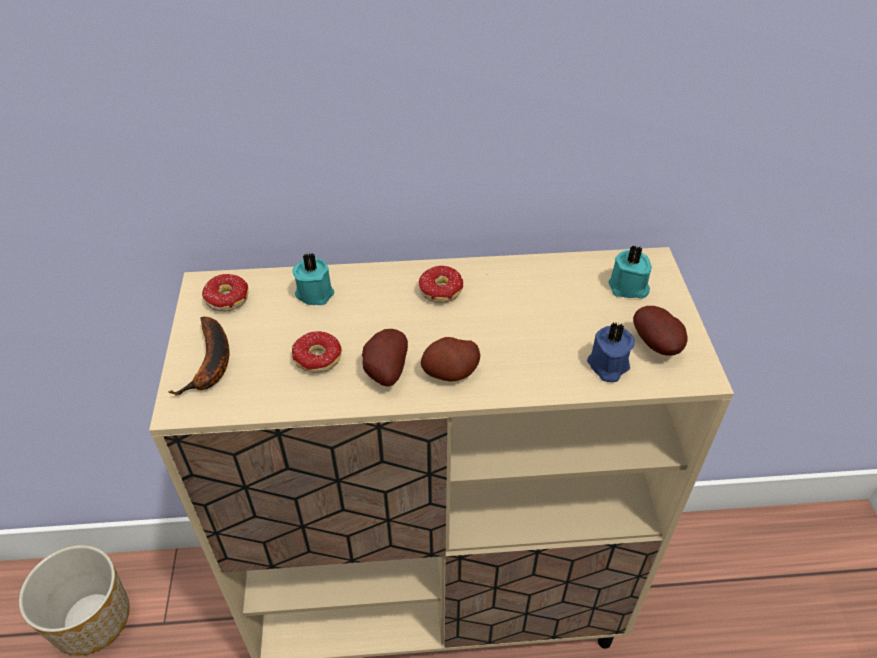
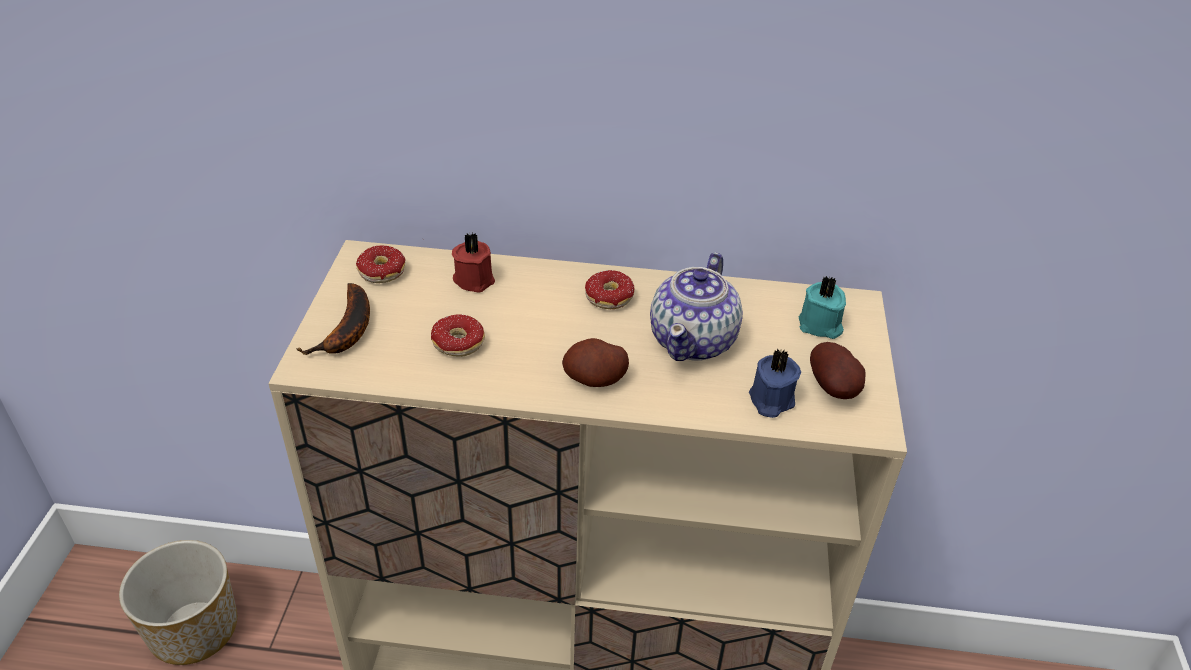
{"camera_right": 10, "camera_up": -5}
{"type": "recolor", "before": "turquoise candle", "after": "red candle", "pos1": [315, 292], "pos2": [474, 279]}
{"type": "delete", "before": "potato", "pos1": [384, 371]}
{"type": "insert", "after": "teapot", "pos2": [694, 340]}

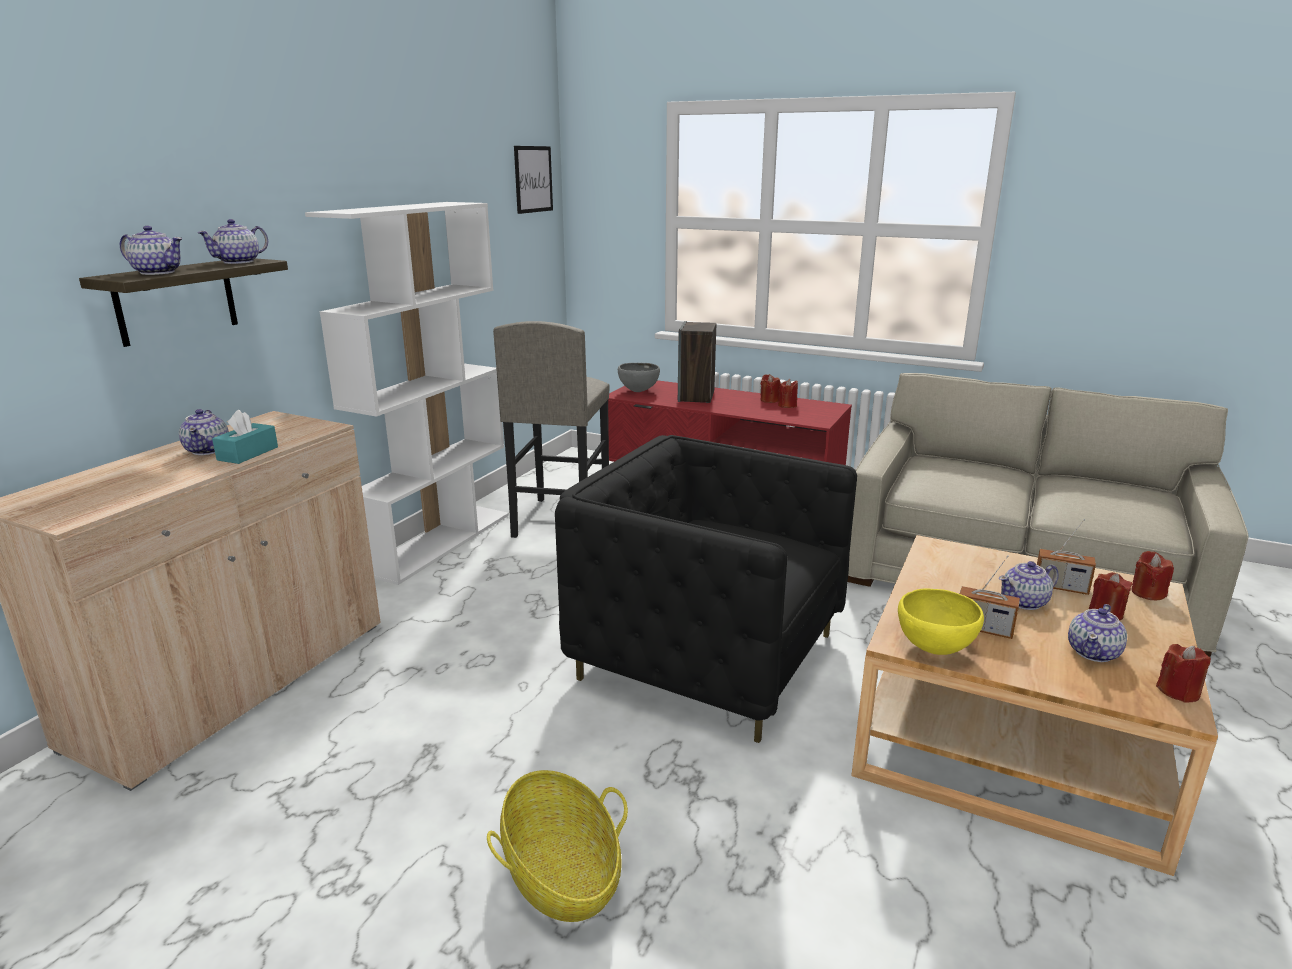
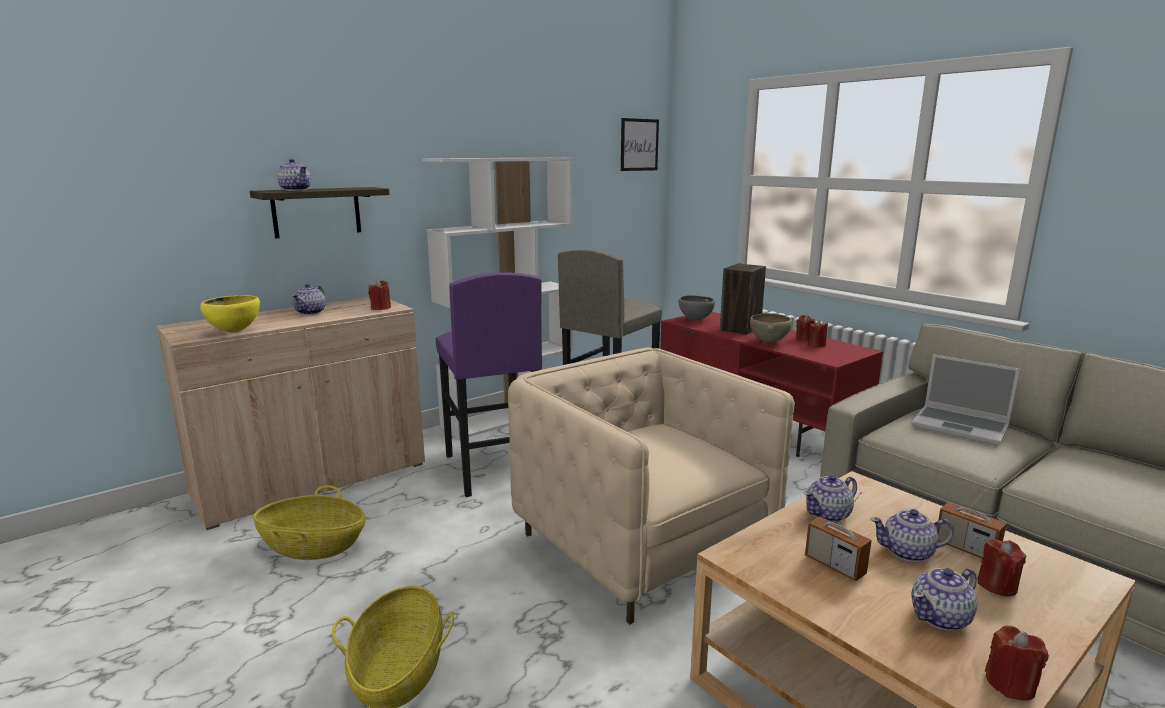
{"camera_right": 25, "camera_up": -5}
{"type": "move", "before": "teapot", "pos1": [239, 262], "pos2": [828, 514]}
{"type": "delete", "before": "turquoise tissue box", "pos1": [248, 453]}
{"type": "recolor", "before": "black armchair", "after": "beige armchair", "pos1": [708, 656], "pos2": [643, 544]}
{"type": "move", "before": "red candle", "pos1": [1147, 593], "pos2": [381, 308]}
{"type": "move", "before": "yellow bowl", "pos1": [935, 649], "pos2": [235, 331]}
{"type": "insert", "after": "purple stool", "pos2": [491, 469]}
{"type": "insert", "after": "brown bowl", "pos2": [769, 342]}
{"type": "insert", "after": "laptop", "pos2": [961, 427]}
{"type": "insert", "after": "basket", "pos2": [313, 546]}

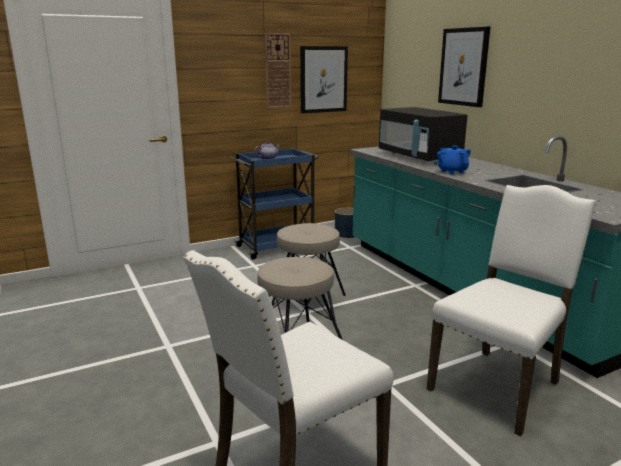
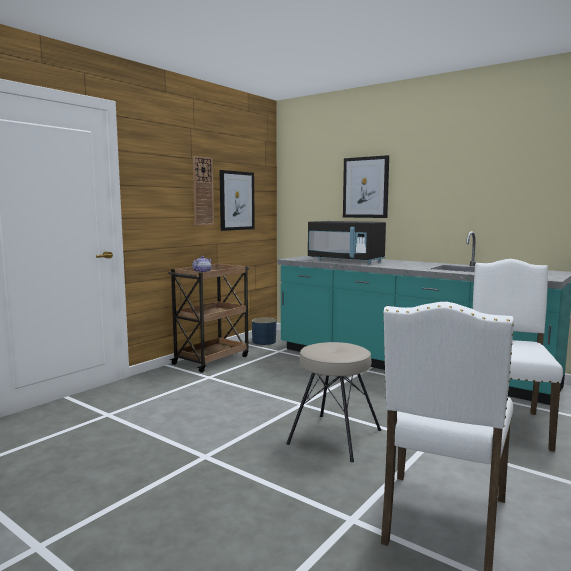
{"camera_right": -25, "camera_up": -10}
{"type": "delete", "before": "blue teapot", "pos1": [452, 171]}
{"type": "recolor", "before": "blue cart", "after": "brown cart", "pos1": [276, 247], "pos2": [212, 360]}
{"type": "delete", "before": "beige stool", "pos1": [308, 304]}

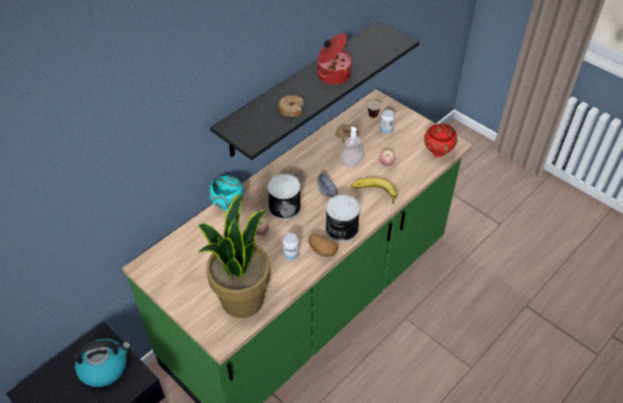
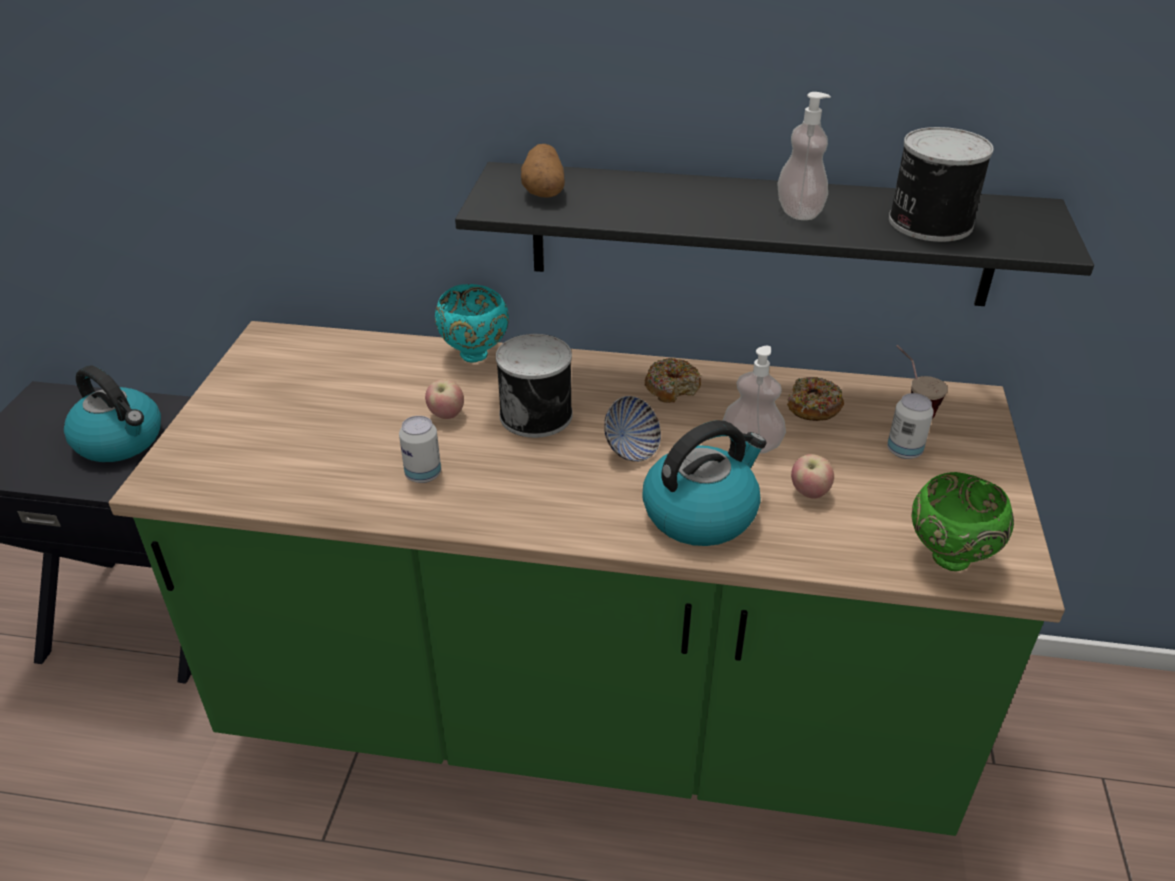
{"camera_right": 55, "camera_up": -10}
{"type": "replace", "before": "cooking pot", "after": "soap dispenser", "pos1": [333, 75], "pos2": [799, 212]}
{"type": "move", "before": "donut", "pos1": [291, 109], "pos2": [672, 388]}
{"type": "recolor", "before": "red bowl", "after": "green bowl", "pos1": [437, 153], "pos2": [947, 558]}
{"type": "replace", "before": "banana", "after": "kettle", "pos1": [374, 194], "pos2": [701, 513]}
{"type": "delete", "before": "potted plant", "pos1": [242, 299]}
{"type": "move", "before": "can", "pos1": [341, 229], "pos2": [927, 222]}
{"type": "move", "before": "potato", "pos1": [322, 250], "pos2": [544, 190]}

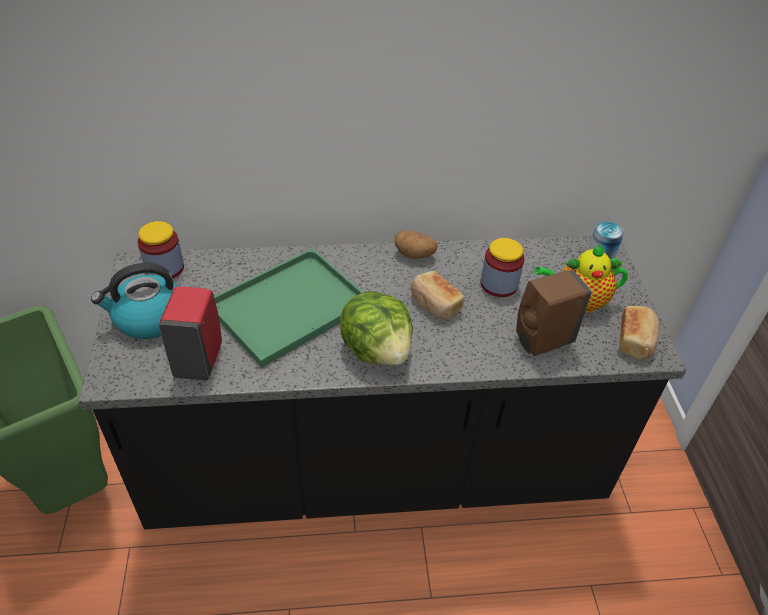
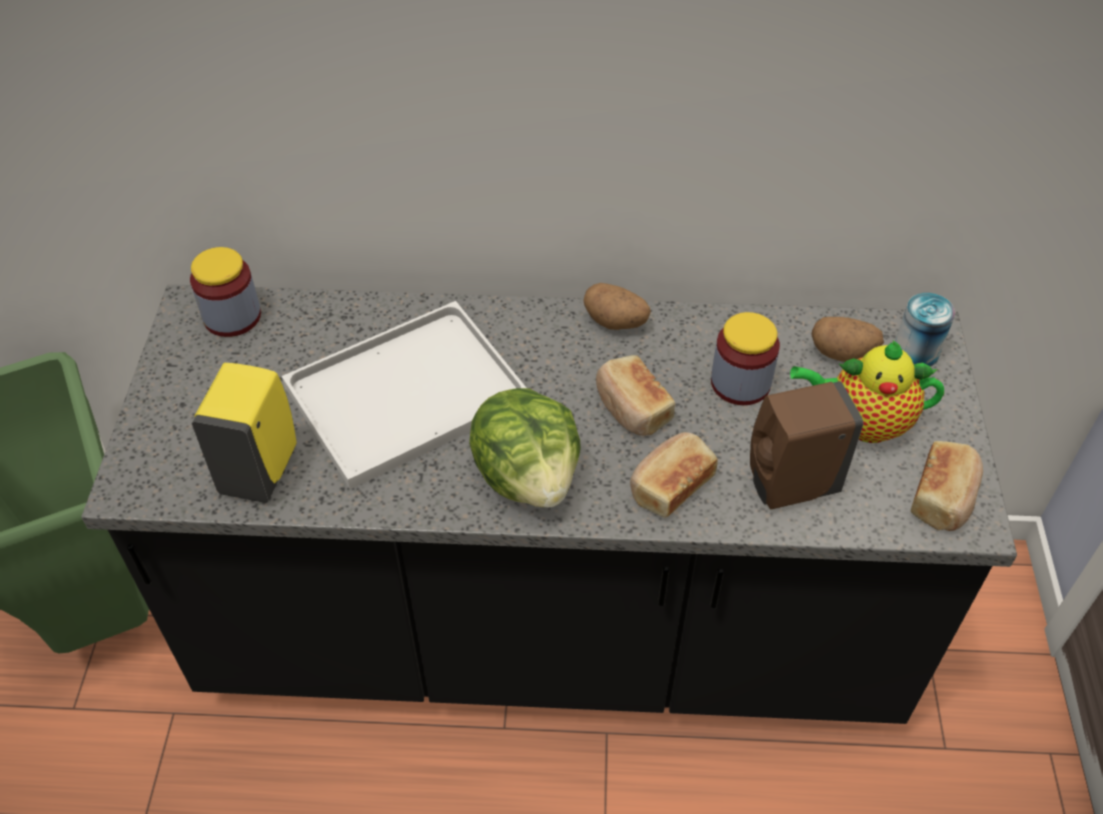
{"camera_right": 10, "camera_up": 5}
{"type": "recolor", "before": "green tray", "after": "white tray", "pos1": [287, 309], "pos2": [404, 397]}
{"type": "delete", "before": "kettle", "pos1": [149, 318]}
{"type": "recolor", "before": "red soap dispenser", "after": "yellow soap dispenser", "pos1": [199, 359], "pos2": [261, 468]}
{"type": "insert", "after": "potato", "pos2": [842, 353]}
{"type": "insert", "after": "bread", "pos2": [670, 485]}

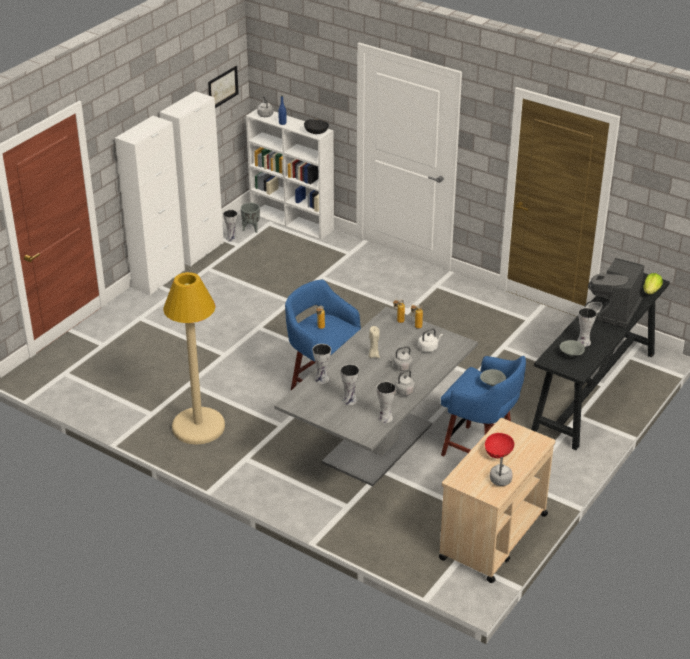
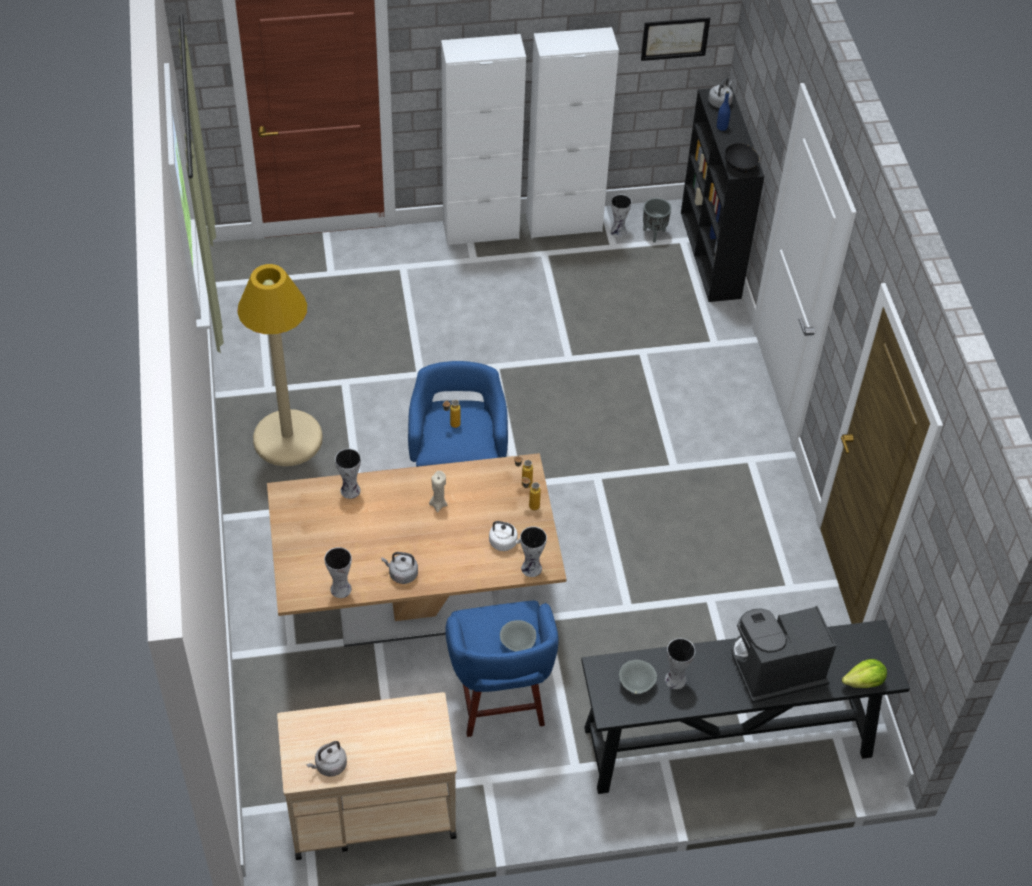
{"camera_right": 45, "camera_up": 15}
{"type": "recolor", "before": "white bookcase", "after": "black bookcase", "pos1": [292, 222], "pos2": [711, 256]}
{"type": "recolor", "before": "grey dining table", "after": "brown dining table", "pos1": [377, 443], "pos2": [416, 602]}
{"type": "delete", "before": "grey kettle", "pos1": [401, 367]}
{"type": "move", "before": "vase", "pos1": [350, 400], "pos2": [532, 568]}
{"type": "delete", "before": "red bowl", "pos1": [498, 453]}

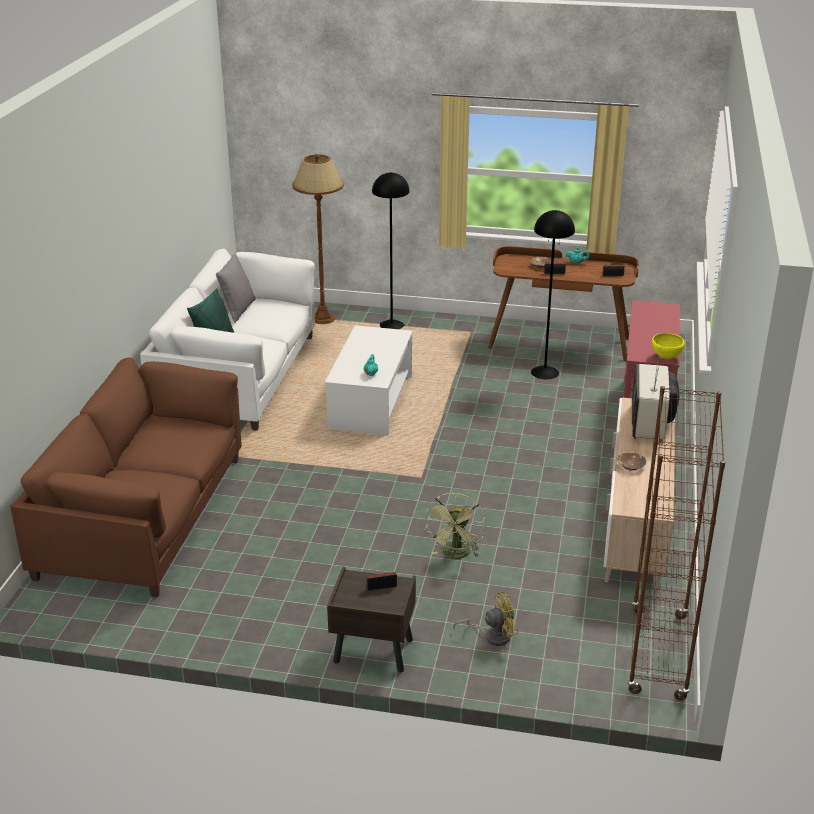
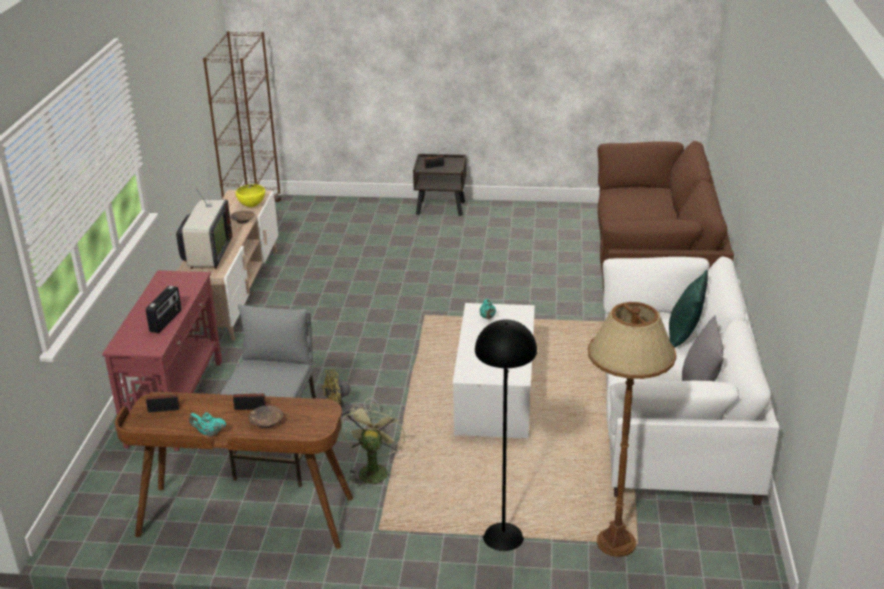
{"camera_right": 175, "camera_up": 0}
{"type": "replace", "before": "black floor lamp", "after": "grey stool", "pos1": [544, 372], "pos2": [280, 457]}
{"type": "move", "before": "yellow bowl", "pos1": [666, 357], "pos2": [252, 206]}
{"type": "move", "before": "green fan", "pos1": [456, 555], "pos2": [373, 470]}
{"type": "move", "before": "yellow fan", "pos1": [492, 636], "pos2": [344, 412]}
{"type": "insert", "after": "radio", "pos2": [166, 321]}

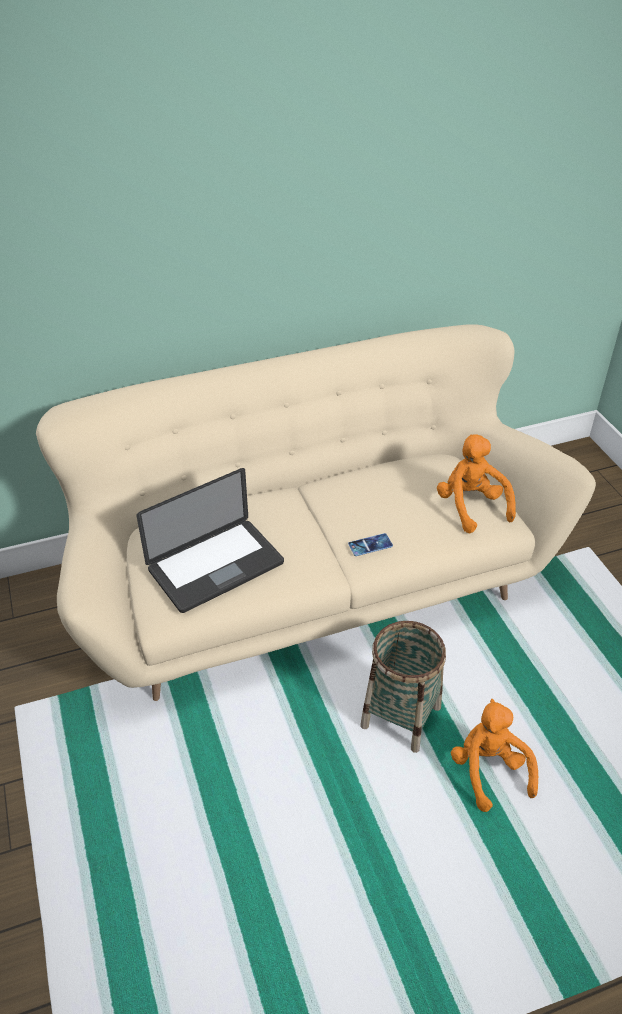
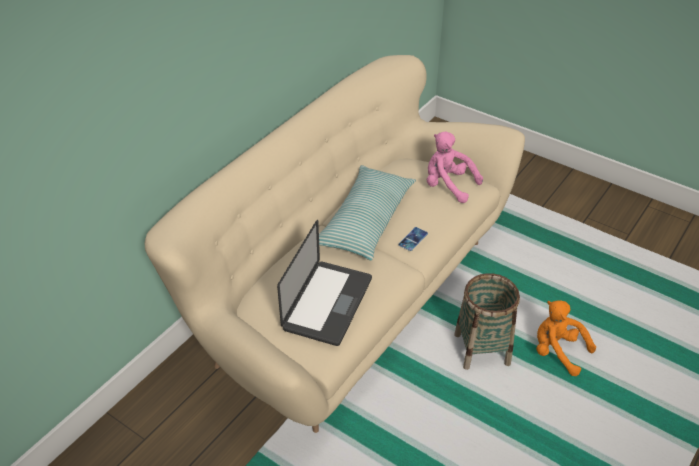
{"camera_right": -35, "camera_up": 0}
{"type": "recolor", "before": "orange plush toy", "after": "pink plush toy", "pos1": [471, 506], "pos2": [448, 185]}
{"type": "insert", "after": "pillow", "pos2": [365, 221]}

